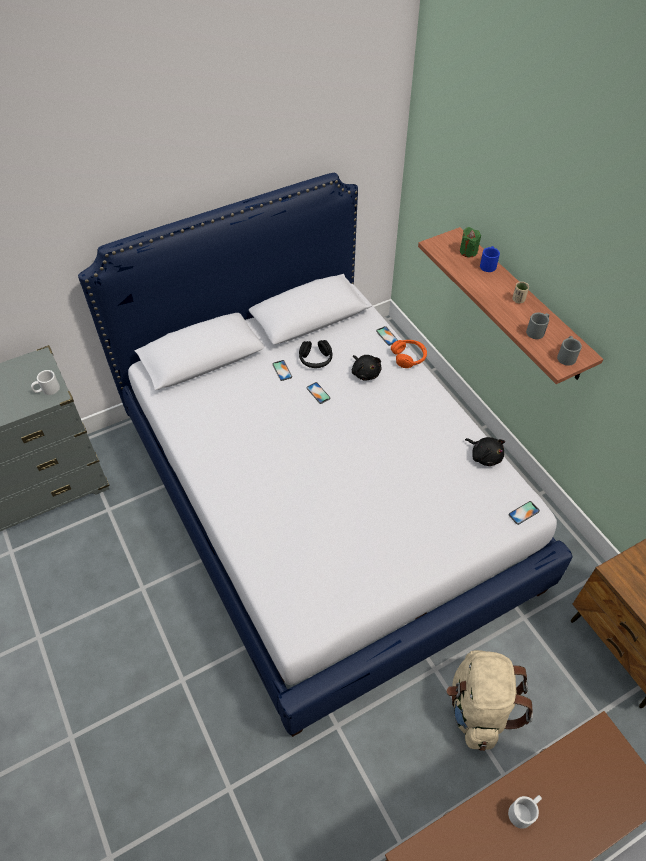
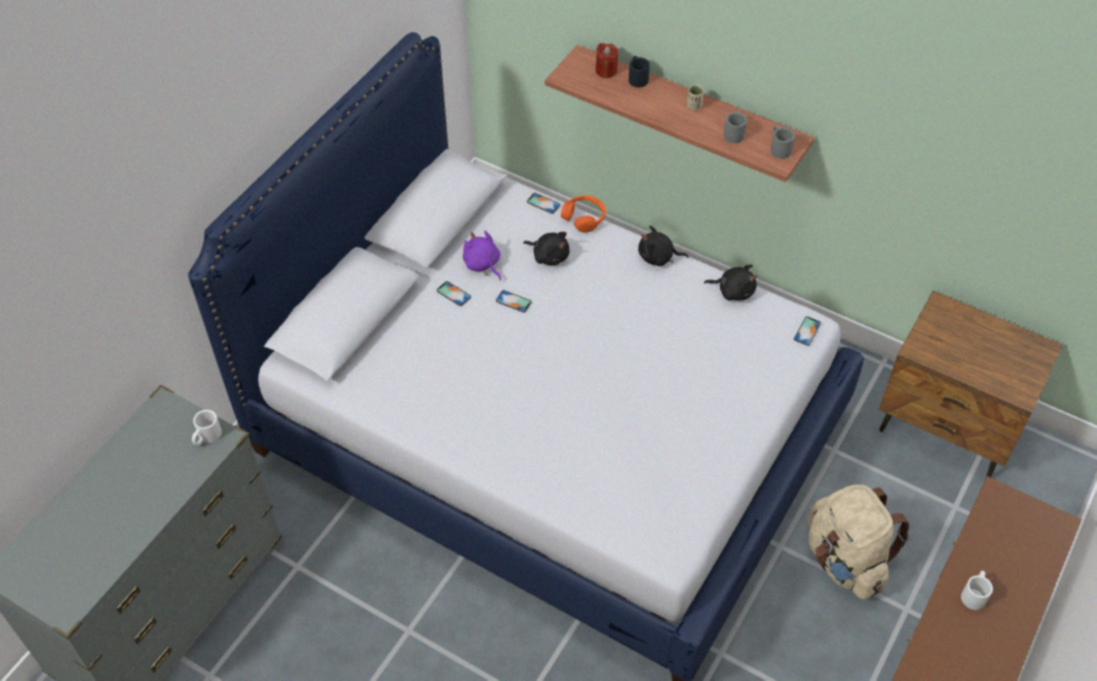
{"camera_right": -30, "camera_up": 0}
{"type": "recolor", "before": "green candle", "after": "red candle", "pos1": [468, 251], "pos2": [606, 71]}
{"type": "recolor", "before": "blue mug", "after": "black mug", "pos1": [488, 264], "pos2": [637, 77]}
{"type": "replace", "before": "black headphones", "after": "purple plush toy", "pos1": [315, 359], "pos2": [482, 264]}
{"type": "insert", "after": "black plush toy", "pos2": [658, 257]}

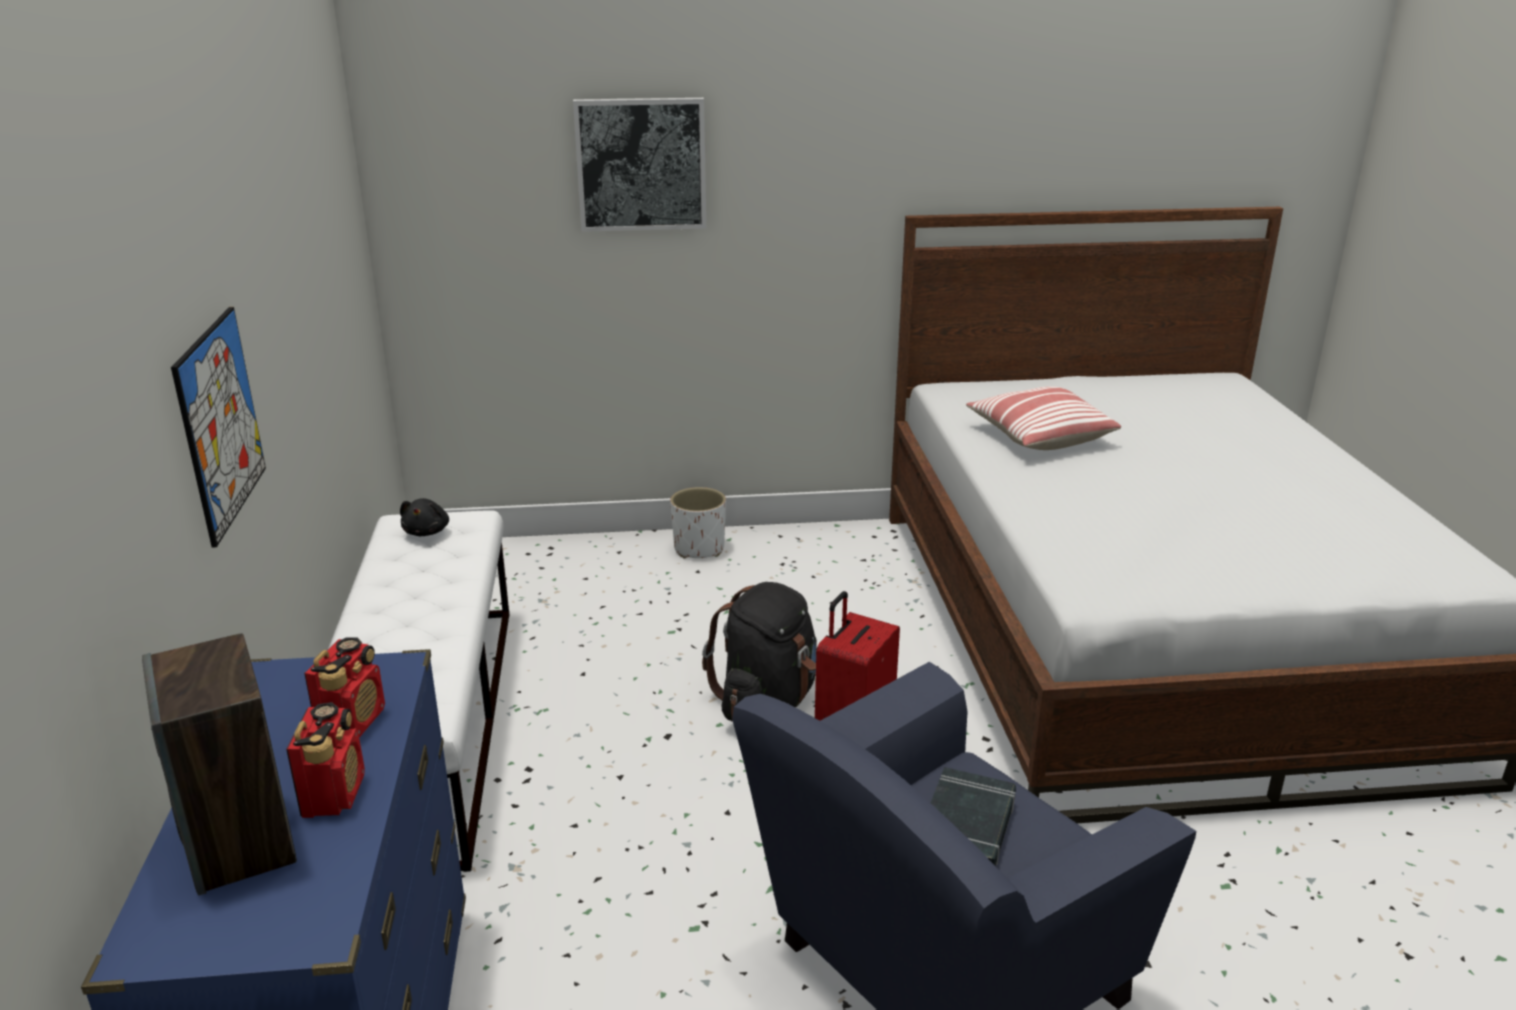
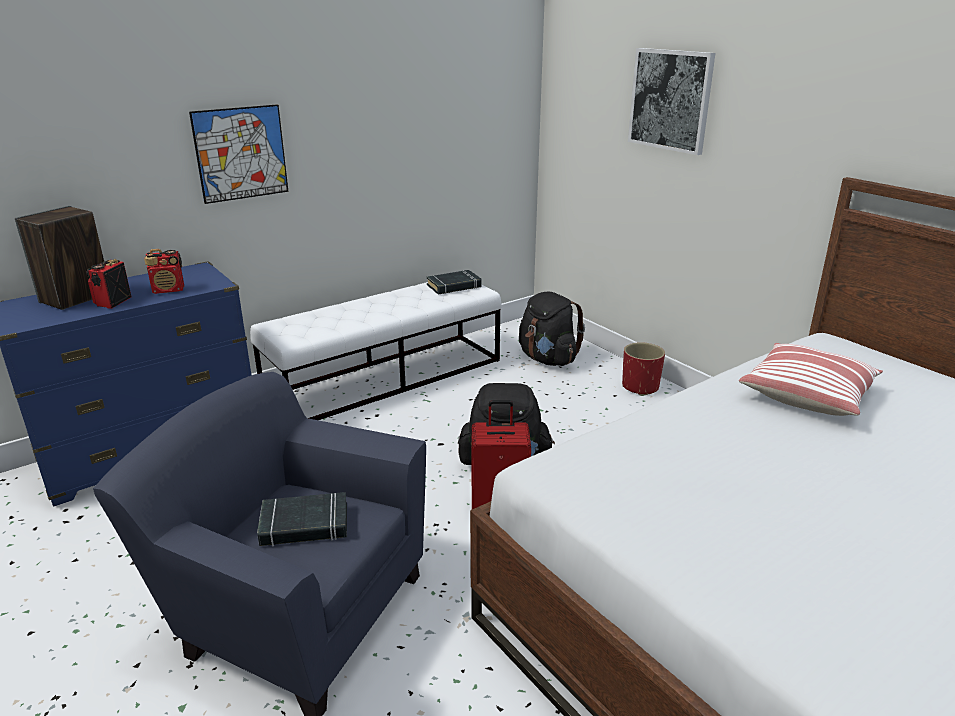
{"camera_right": 60, "camera_up": 0}
{"type": "recolor", "before": "white planter", "after": "red planter", "pos1": [699, 548], "pos2": [640, 387]}
{"type": "replace", "before": "black plush toy", "after": "black book", "pos1": [427, 531], "pos2": [454, 286]}
{"type": "rotate", "before": "radio", "pos1": [334, 794], "pos2": [112, 302], "turn": 135}
{"type": "insert", "after": "black backpack", "pos2": [548, 359]}

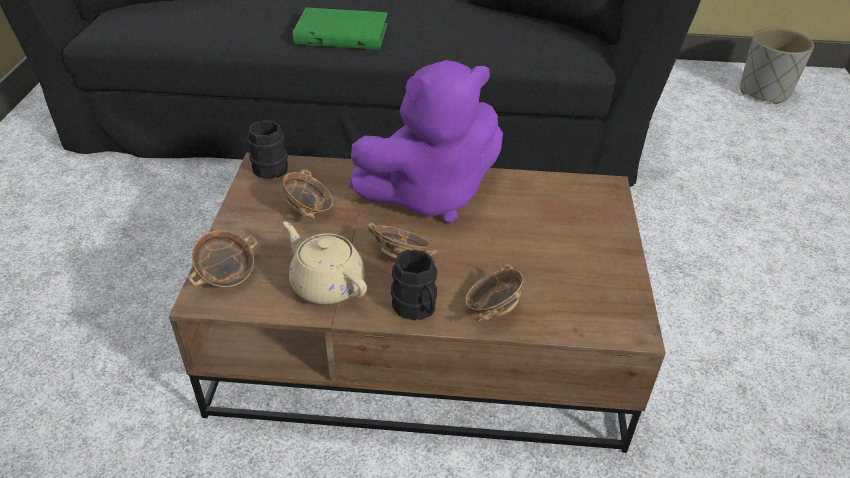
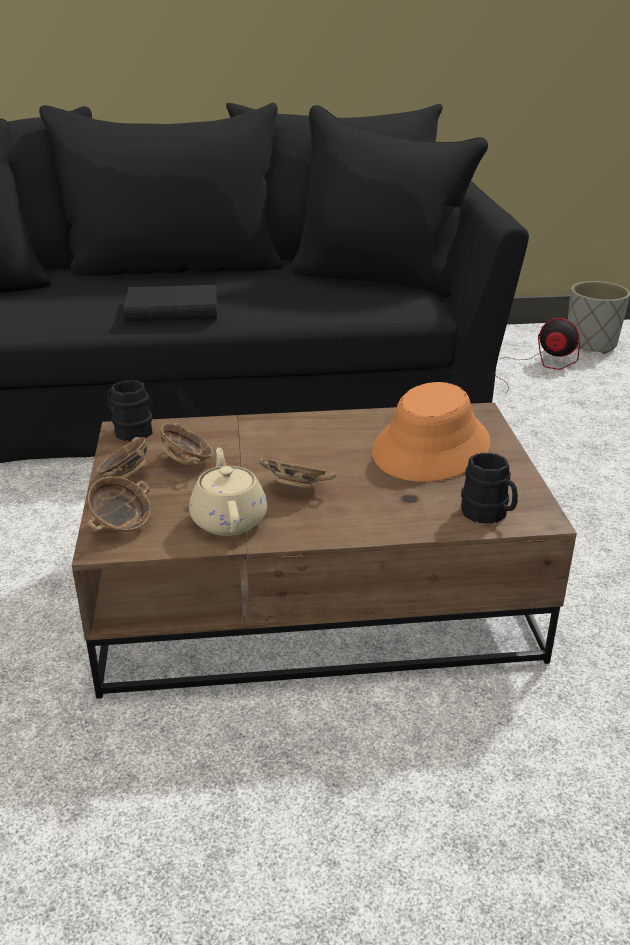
{"camera_right": -10, "camera_up": -10}
{"type": "recolor", "before": "green book", "after": "black book", "pos1": [343, 33], "pos2": [173, 308]}
{"type": "delete", "before": "purple plush toy", "pos1": [430, 195]}
{"type": "rotate", "before": "beige teapot", "pos1": [326, 284], "pos2": [229, 519], "turn": 45}
{"type": "move", "before": "black mug", "pos1": [417, 309], "pos2": [488, 514]}
{"type": "move", "before": "bowl", "pos1": [492, 308], "pos2": [124, 476]}
{"type": "insert", "after": "fan", "pos2": [537, 366]}
{"type": "insert", "after": "orange hat", "pos2": [431, 448]}

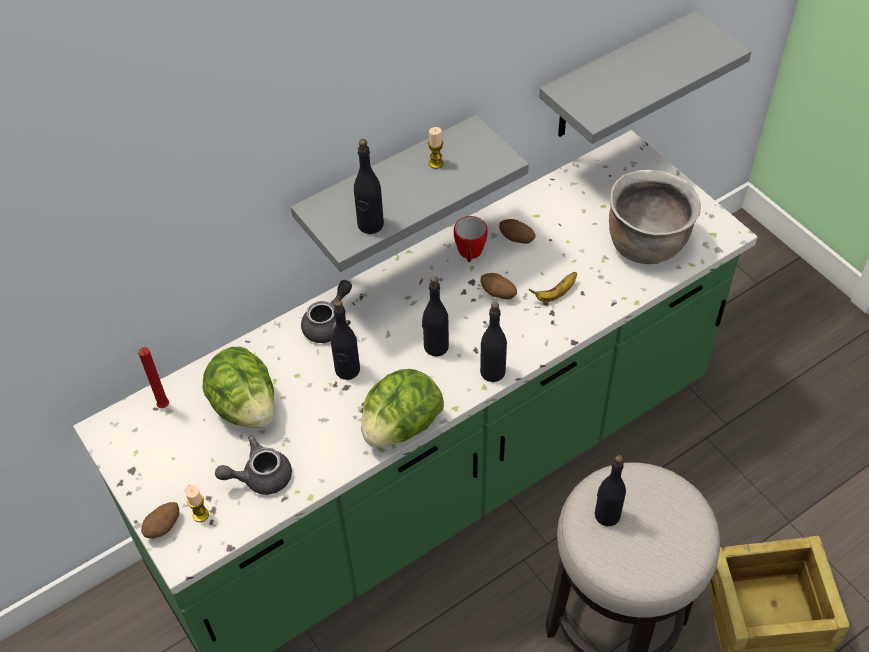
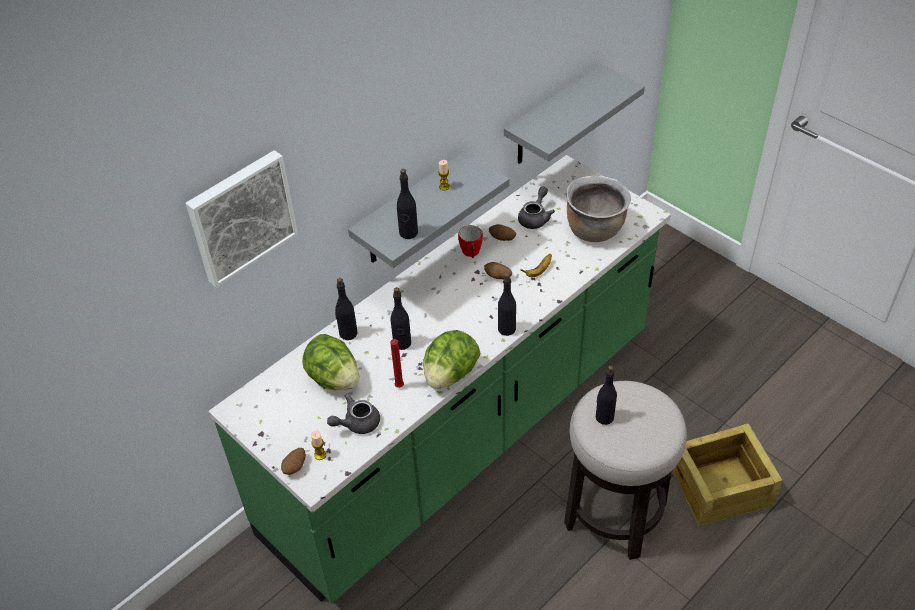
{"camera_right": -10, "camera_up": -5}
{"type": "move", "before": "black bottle", "pos1": [436, 346], "pos2": [348, 333]}
{"type": "move", "before": "grey teapot", "pos1": [329, 324], "pos2": [535, 218]}
{"type": "move", "before": "red candle", "pos1": [163, 407], "pos2": [399, 387]}
{"type": "insert", "after": "picture", "pos2": [241, 216]}

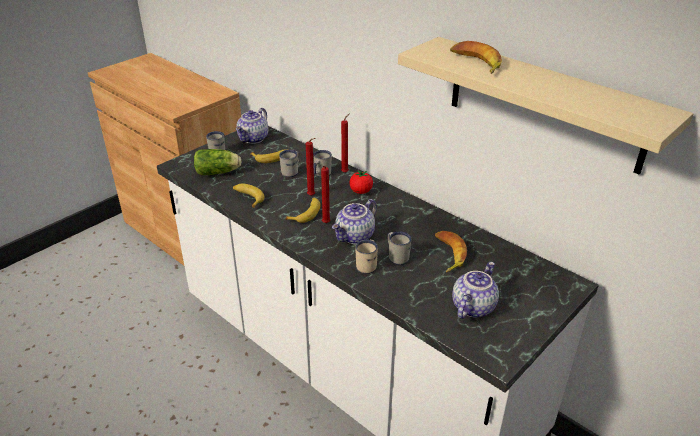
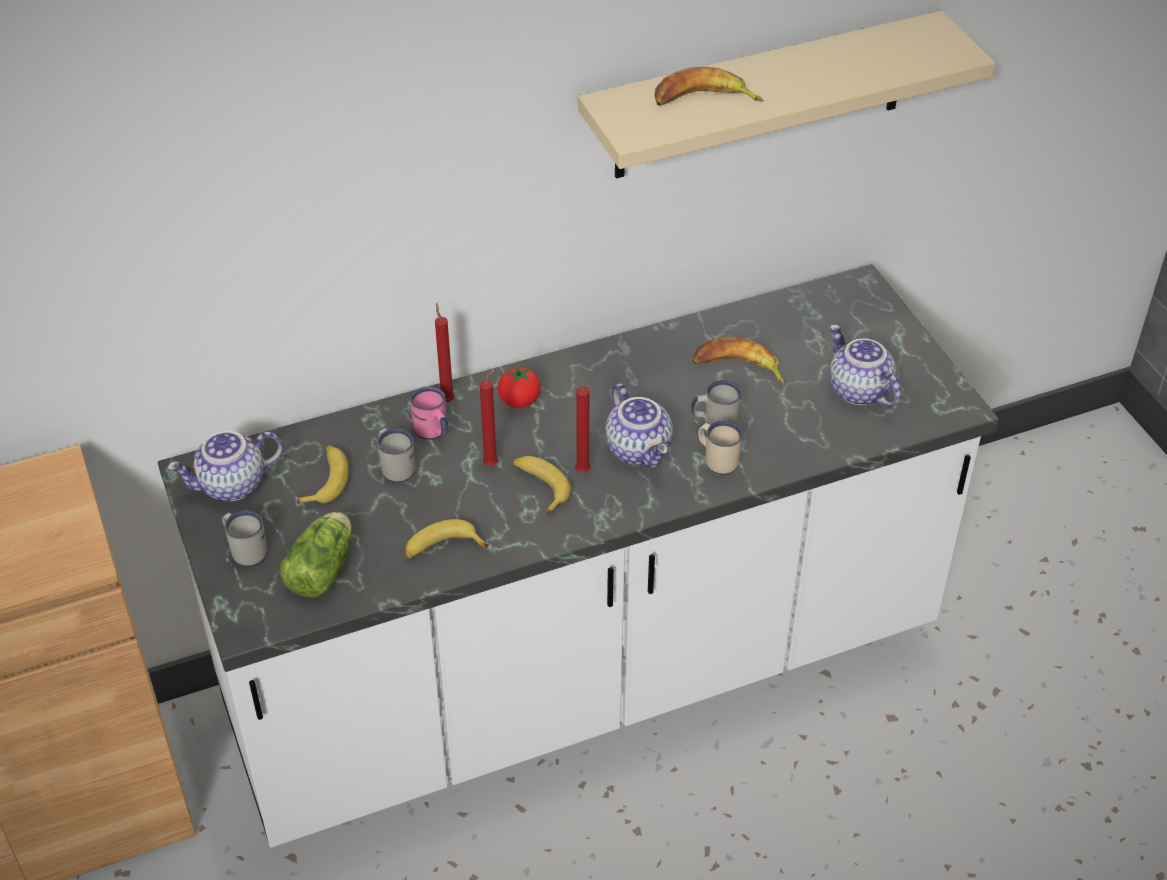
{"camera_right": -65, "camera_up": 10}
{"type": "rotate", "before": "teapot", "pos1": [254, 139], "pos2": [232, 486], "turn": 105}
{"type": "recolor", "before": "white mug", "after": "pink mug", "pos1": [320, 175], "pos2": [433, 433]}

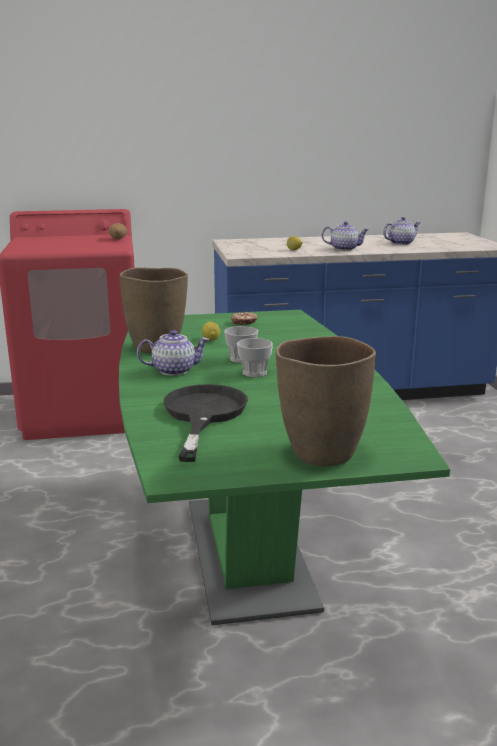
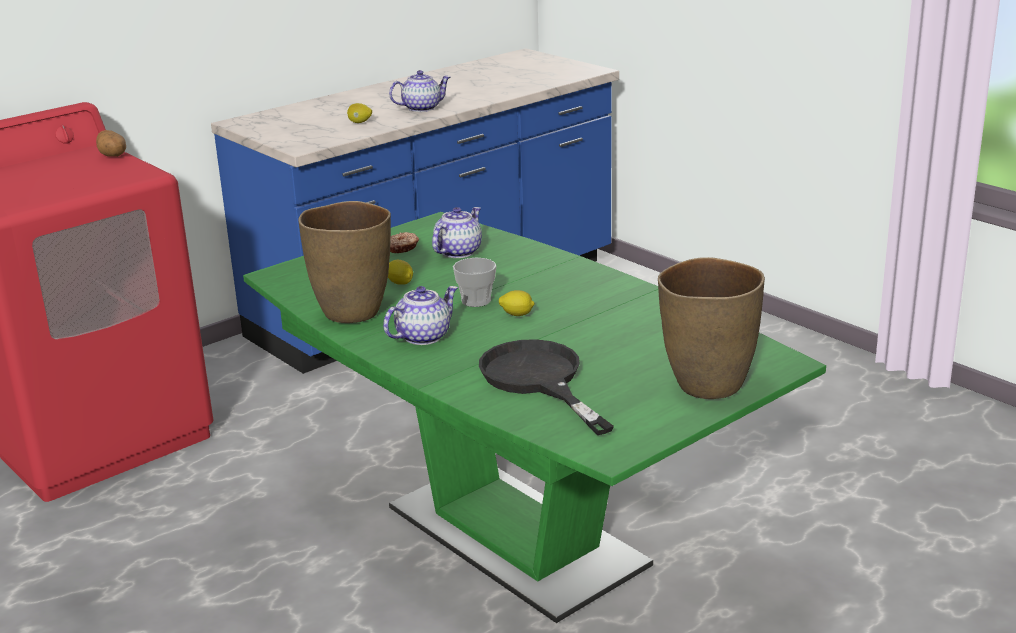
{"camera_right": -30, "camera_up": 5}
{"type": "move", "before": "teapot", "pos1": [401, 243], "pos2": [458, 252]}
{"type": "replace", "before": "cup", "after": "lemon", "pos1": [254, 373], "pos2": [517, 315]}

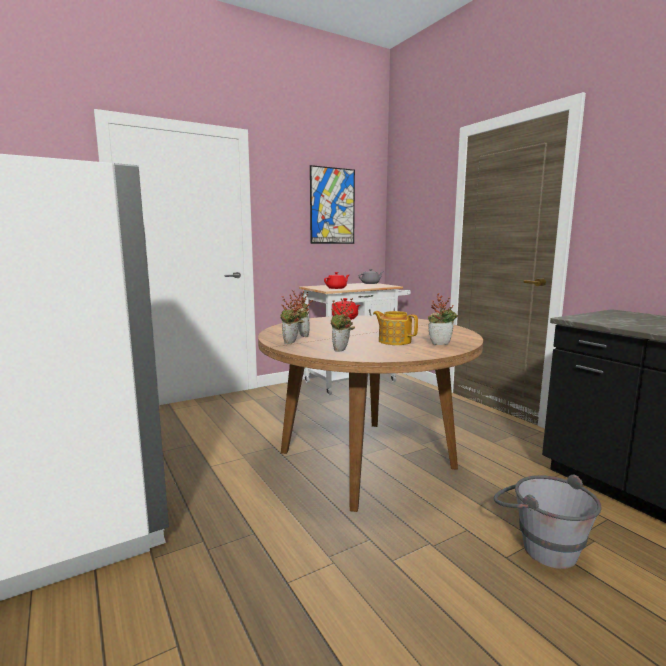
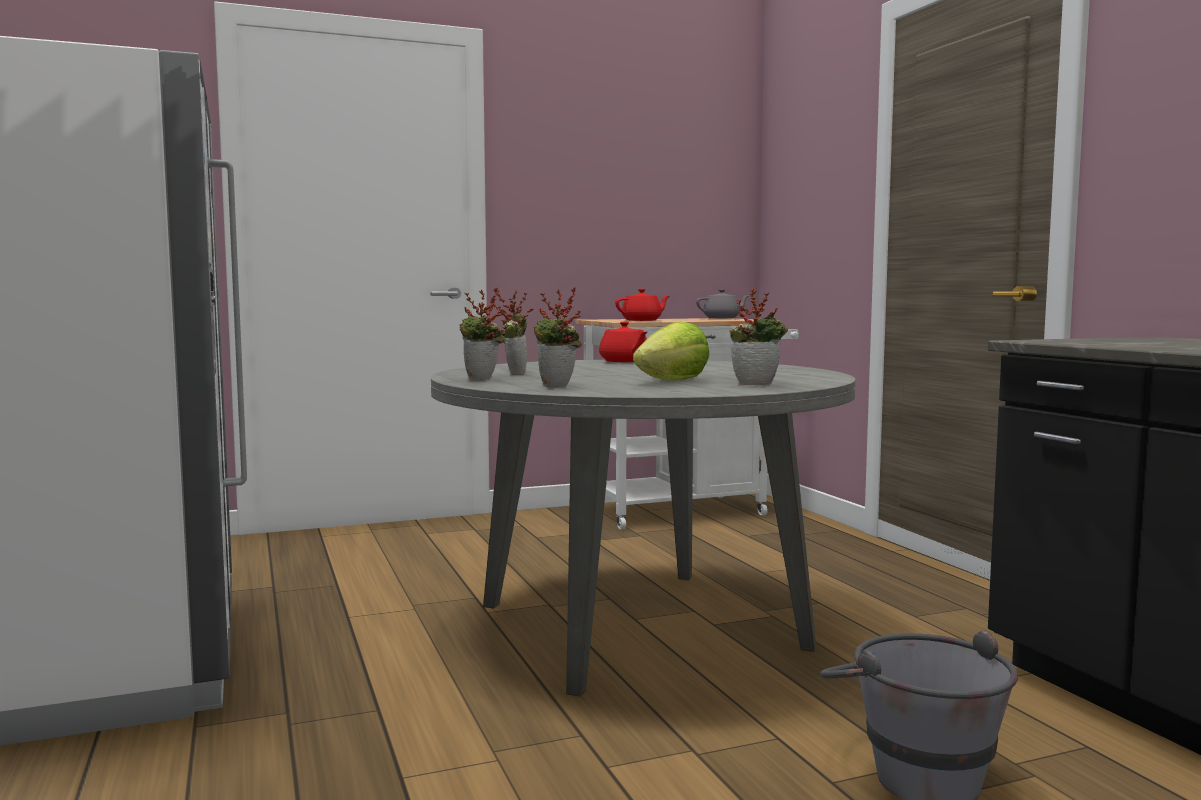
{"camera_right": 10, "camera_up": -5}
{"type": "delete", "before": "picture", "pos1": [332, 206]}
{"type": "replace", "before": "teapot", "after": "lettuce", "pos1": [394, 341], "pos2": [672, 381]}
{"type": "recolor", "before": "brown dining table", "after": "grey dining table", "pos1": [366, 459], "pos2": [639, 625]}

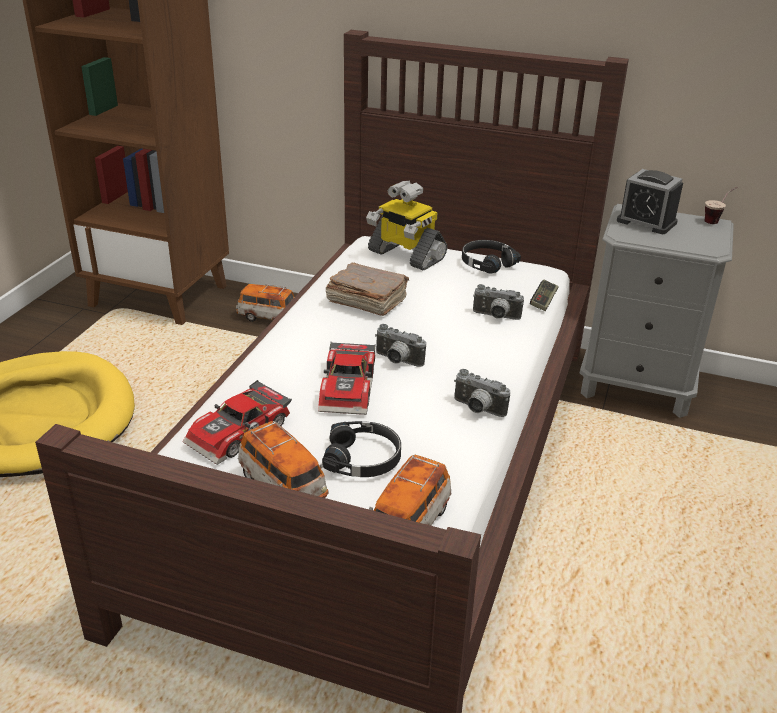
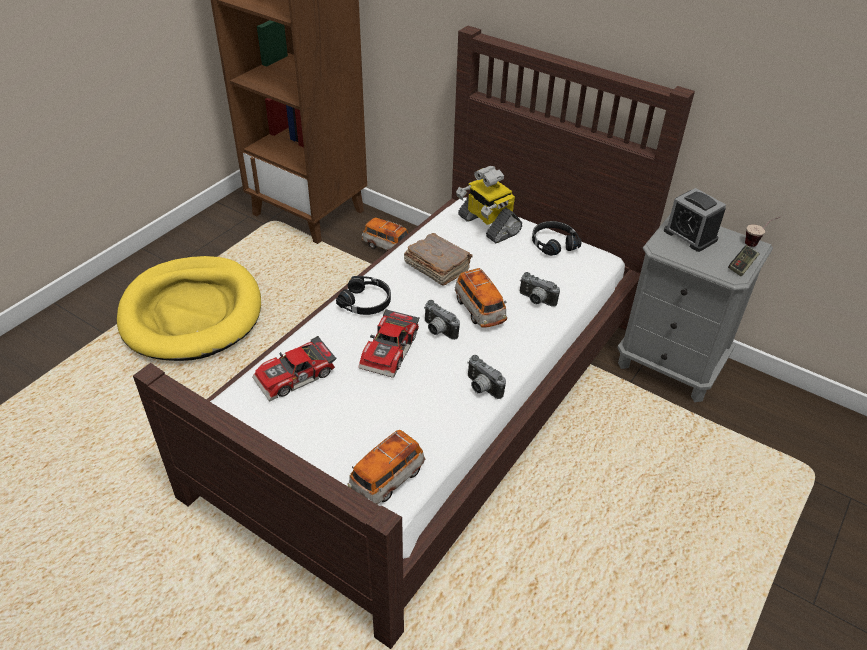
{"camera_right": 15, "camera_up": 10}
{"type": "move", "before": "game controller", "pos1": [543, 301], "pos2": [742, 266]}
{"type": "move", "before": "toy car", "pos1": [282, 487], "pos2": [479, 310]}
{"type": "move", "before": "black headphones", "pos1": [363, 458], "pos2": [366, 302]}

